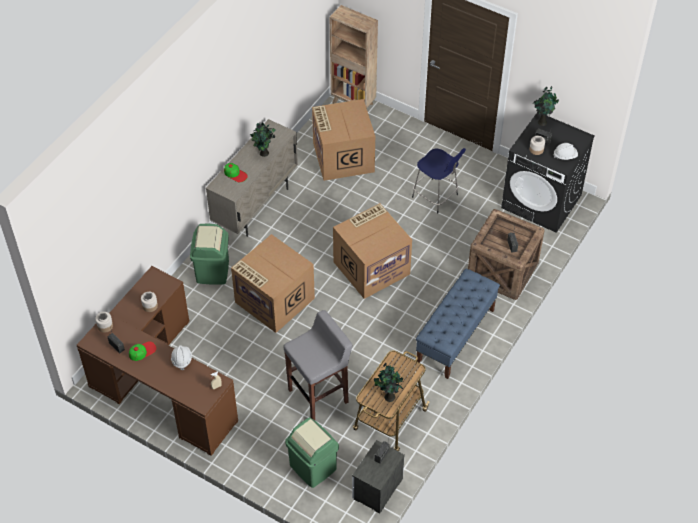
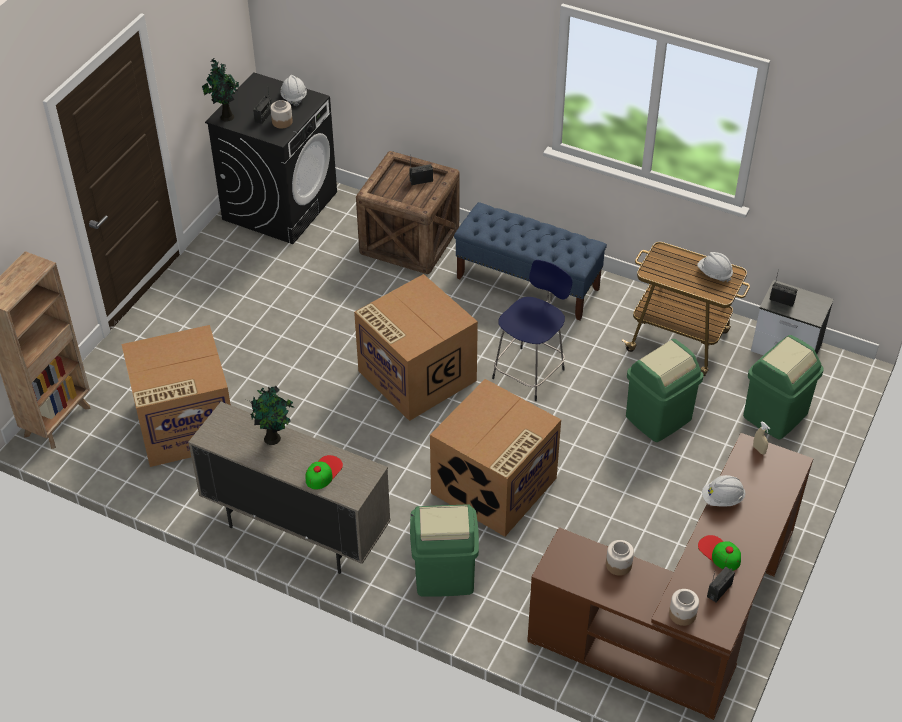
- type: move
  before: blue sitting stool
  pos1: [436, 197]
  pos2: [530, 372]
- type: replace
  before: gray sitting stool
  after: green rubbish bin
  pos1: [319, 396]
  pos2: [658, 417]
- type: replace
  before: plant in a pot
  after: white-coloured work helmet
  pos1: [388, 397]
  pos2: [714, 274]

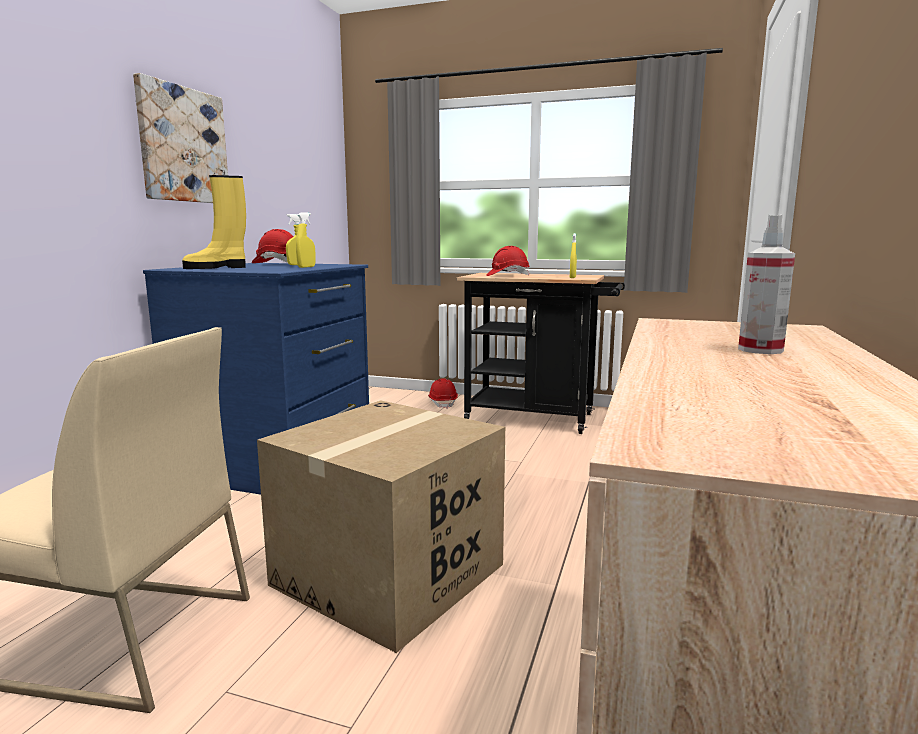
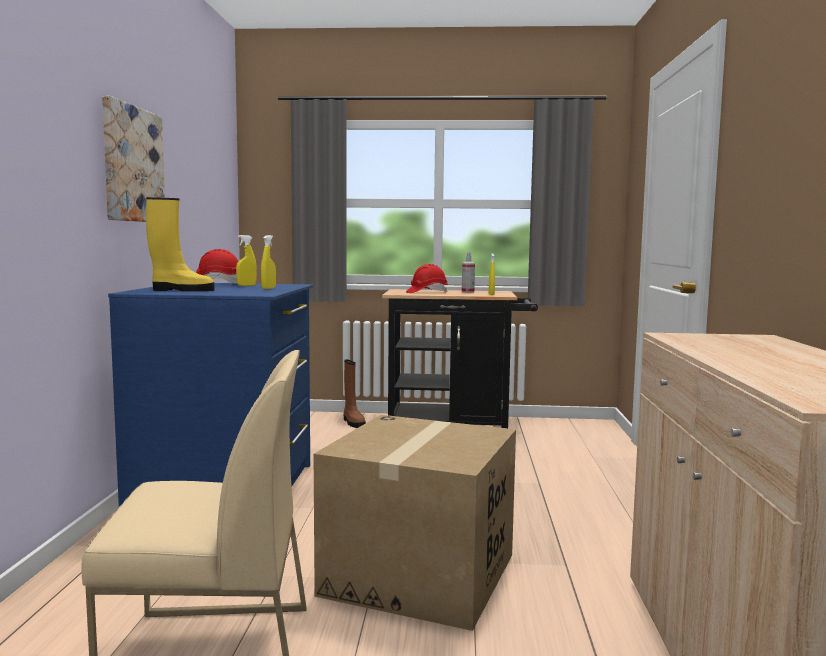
- type: rotate
  before: yellow boot
  pos1: [217, 268]
  pos2: [181, 290]
  turn: -135
- type: replace
  before: reddish work helmet
  after: brown boot
  pos1: [443, 403]
  pos2: [353, 422]
- type: move
  before: hand sprayer
  pos1: [760, 350]
  pos2: [467, 292]

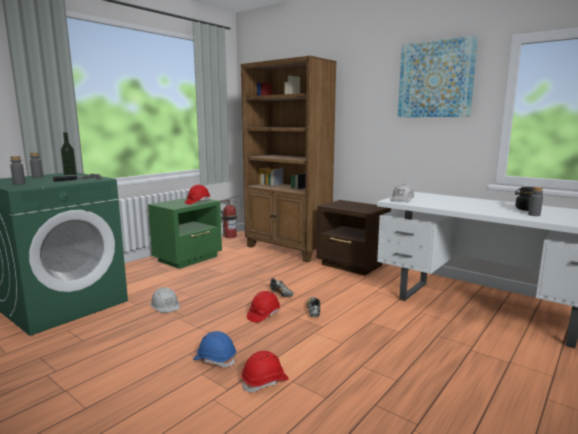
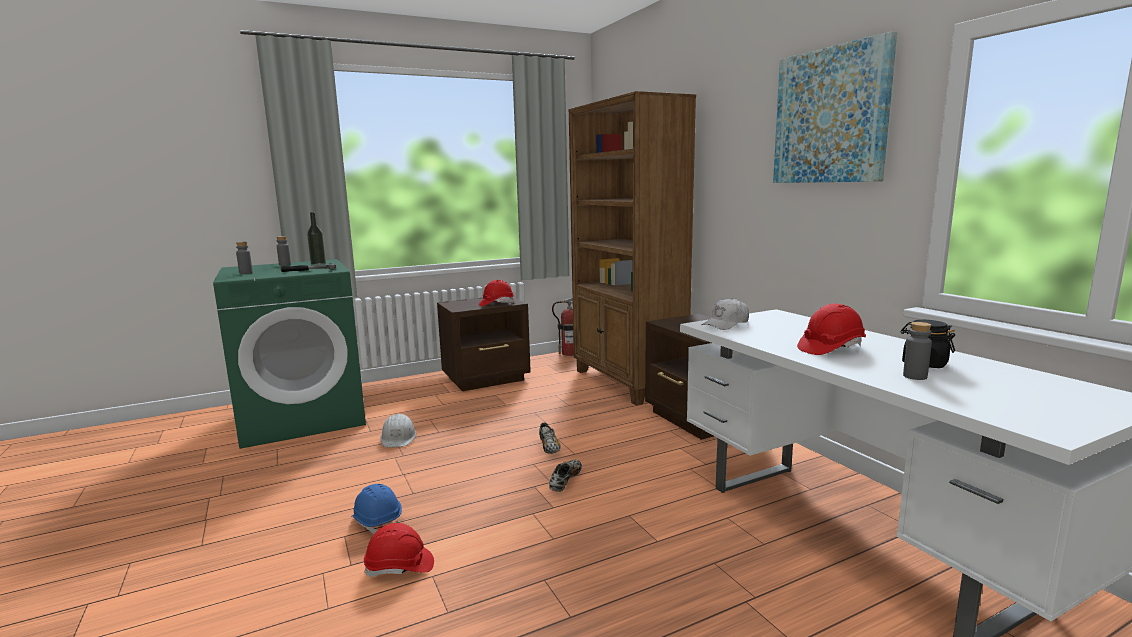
- type: recolor
  before: green night table
  after: brown night table
  pos1: [189, 259]
  pos2: [487, 379]
- type: move
  before: reddish work helmet
  pos1: [263, 315]
  pos2: [830, 348]

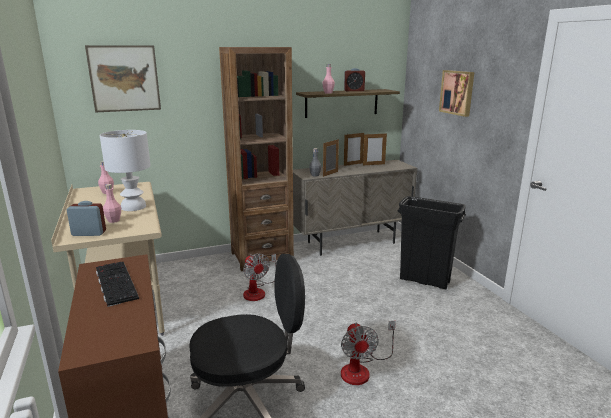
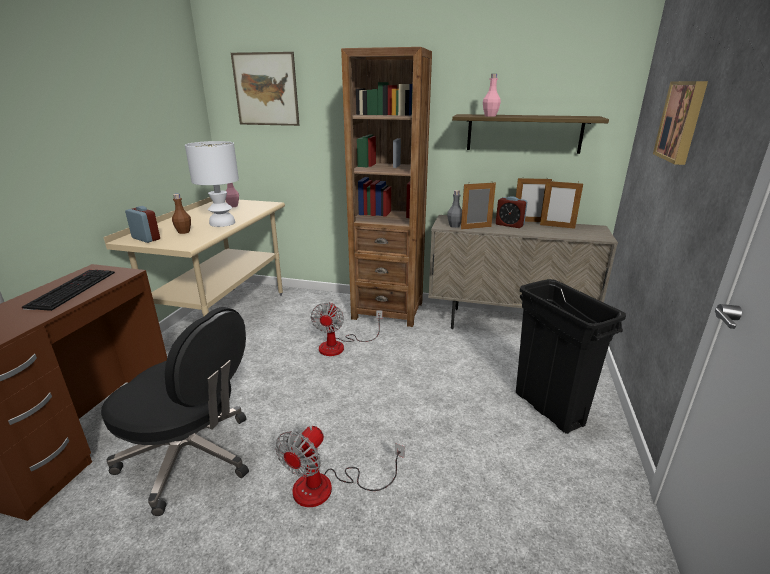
- type: recolor
  before: pink bottle
  after: brown bottle
  pos1: [113, 220]
  pos2: [183, 232]
- type: move
  before: alarm clock
  pos1: [354, 91]
  pos2: [509, 225]

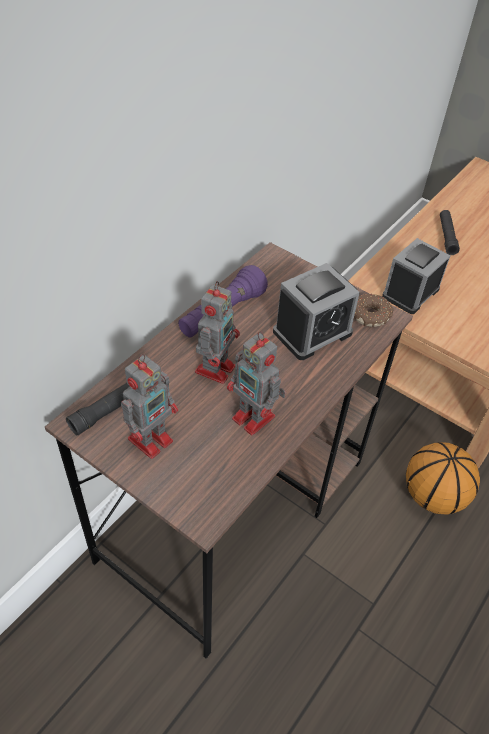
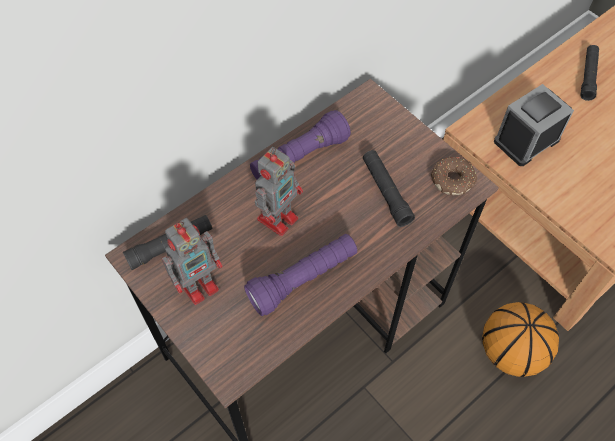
- type: replace
  before: robot figure
  after: purple-coloured flashlight
  pos1: [255, 419]
  pos2: [303, 279]
- type: replace
  before: alarm clock
  after: black-coloured flashlight
  pos1: [312, 332]
  pos2: [386, 192]

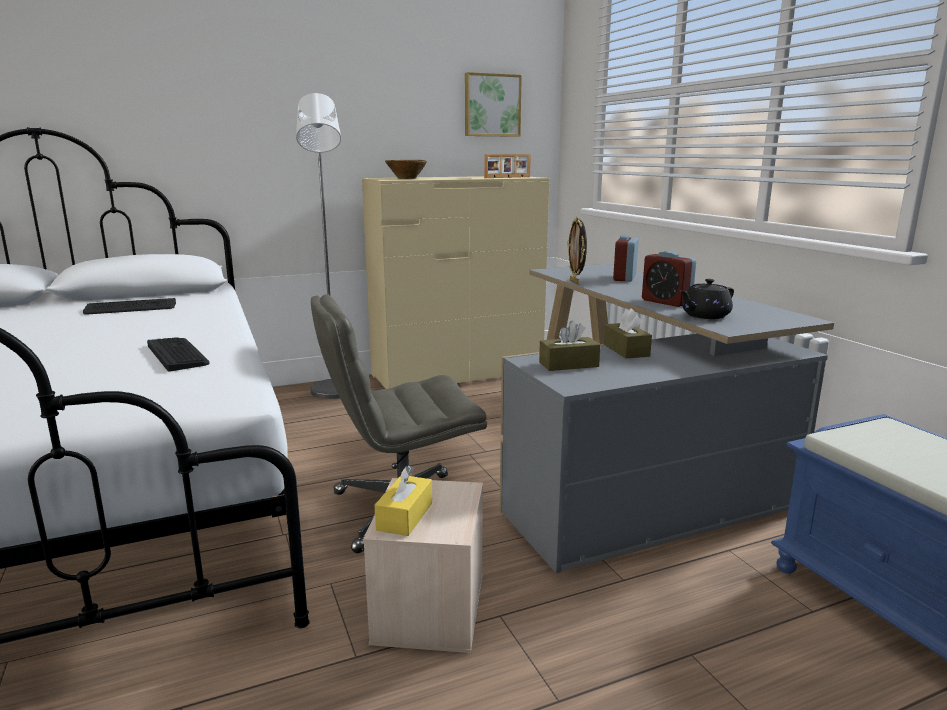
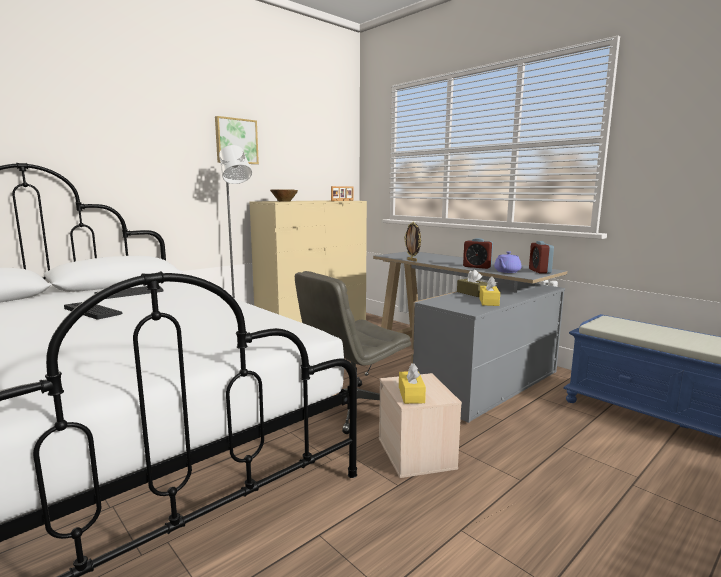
- type: move
  before: computer keyboard
  pos1: [177, 354]
  pos2: [93, 311]
- type: move
  before: wall art
  pos1: [491, 105]
  pos2: [236, 141]
- type: insert
  after: yellow tissue box
  pos2: [489, 302]
- type: recolor
  before: black-coloured teapot
  after: purple-coloured teapot
  pos1: [704, 316]
  pos2: [506, 271]
- type: move
  before: alarm clock
  pos1: [624, 278]
  pos2: [539, 271]
- type: delete
  before: brown tissue box
  pos1: [568, 364]

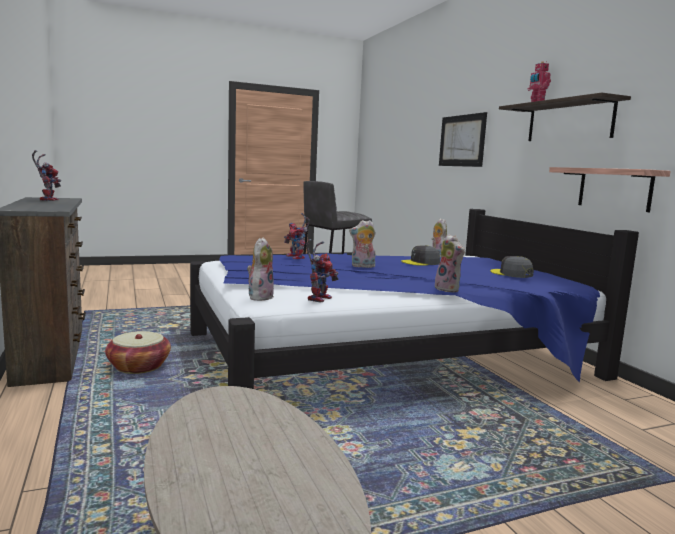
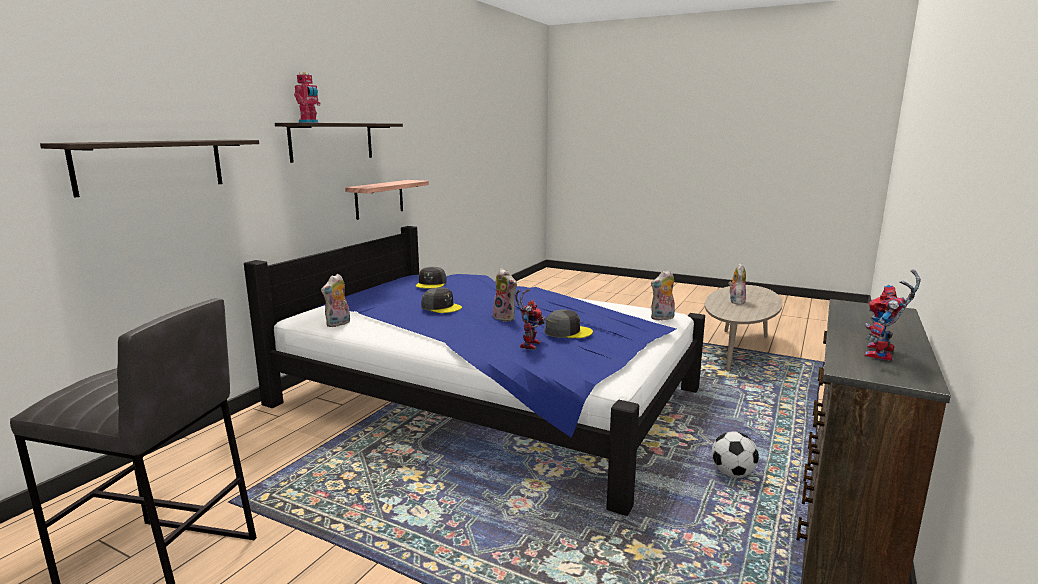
- type: replace
  before: wall art
  after: wall shelf
  pos1: [461, 140]
  pos2: [151, 165]
- type: insert
  after: gray cap
  pos2: [567, 331]
- type: replace
  before: storage basket
  after: football ball
  pos1: [139, 366]
  pos2: [732, 473]
- type: move
  before: plush toy
  pos1: [449, 289]
  pos2: [736, 301]
- type: delete
  before: robot figure
  pos1: [318, 298]

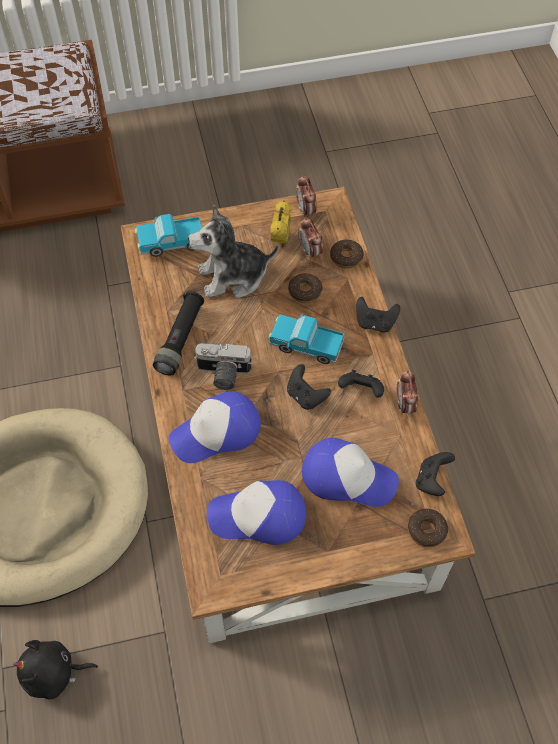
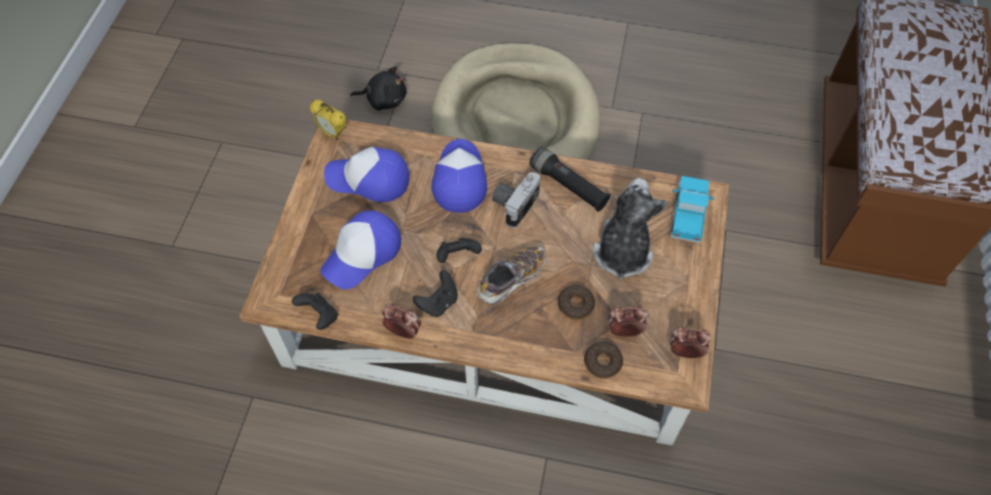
- type: move
  before: alarm clock
  pos1: [281, 239]
  pos2: [332, 133]
- type: rotate
  before: cap
  pos1: [258, 517]
  pos2: [369, 180]
  turn: -105
- type: rotate
  before: black-coloured plush toy
  pos1: [53, 674]
  pos2: [384, 99]
  turn: 75
- type: replace
  before: toy truck
  after: shoe
  pos1: [306, 345]
  pos2: [511, 279]
- type: delete
  before: black-coloured joypad
  pos1: [375, 323]
- type: delete
  before: donut
  pos1: [426, 530]

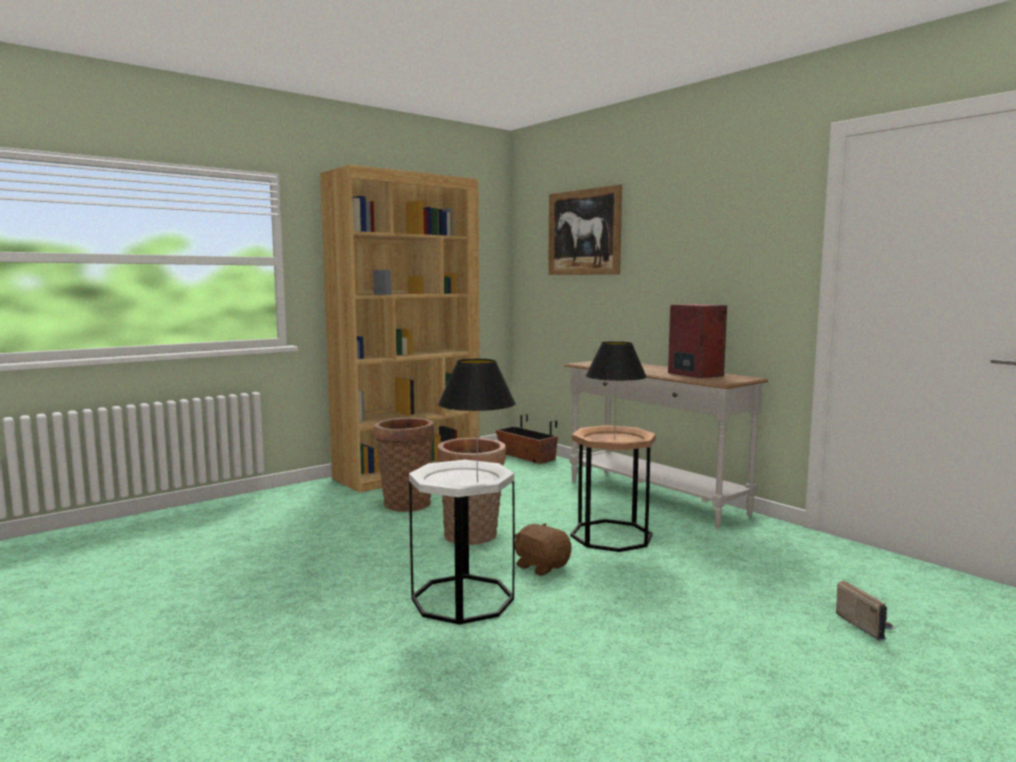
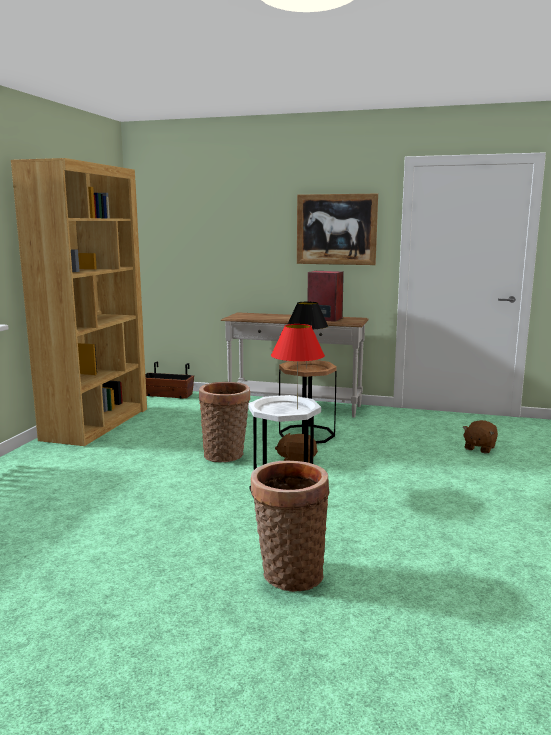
- type: move
  before: storage basket
  pos1: [405, 503]
  pos2: [288, 573]
- type: recolor
  before: black-coloured table lamp
  after: reddish table lamp
  pos1: [477, 482]
  pos2: [297, 409]
- type: move
  before: wall art
  pos1: [584, 232]
  pos2: [336, 229]
- type: replace
  before: radio set
  after: brown plush toy
  pos1: [865, 625]
  pos2: [479, 448]

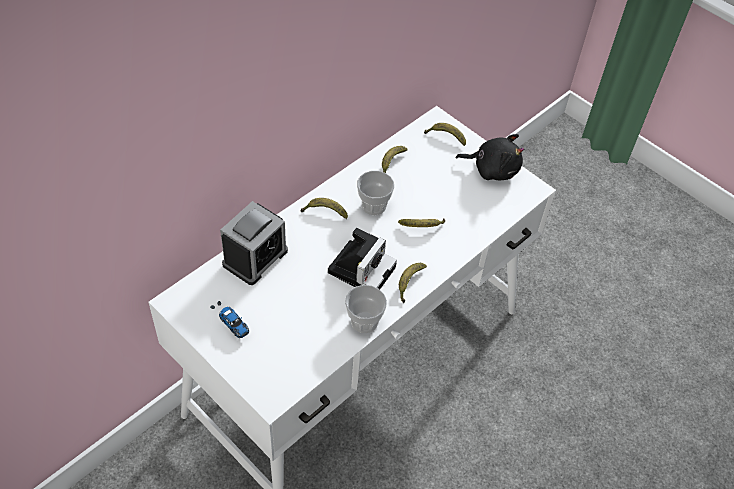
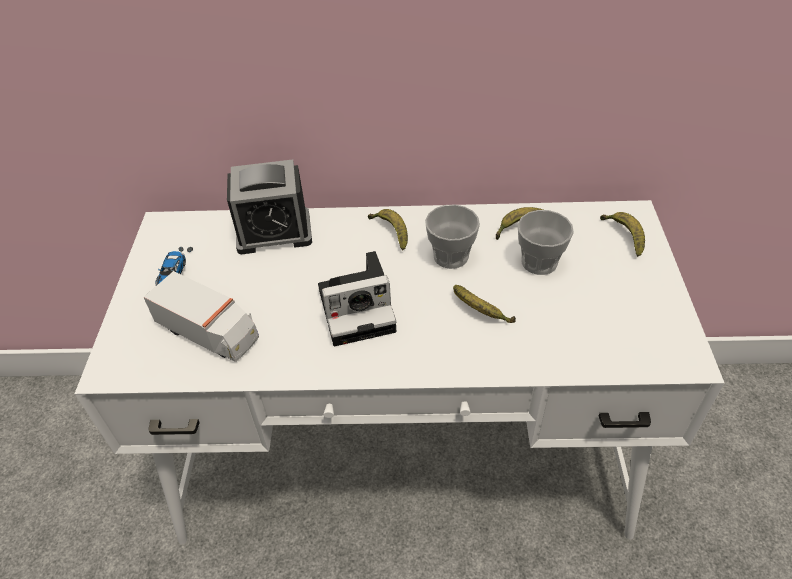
- type: insert
  after: toy truck
  pos2: [209, 332]
- type: move
  before: cup
  pos1: [364, 321]
  pos2: [539, 262]
- type: delete
  before: banana
  pos1: [409, 283]
- type: delete
  before: black-coloured plush toy
  pos1: [492, 169]

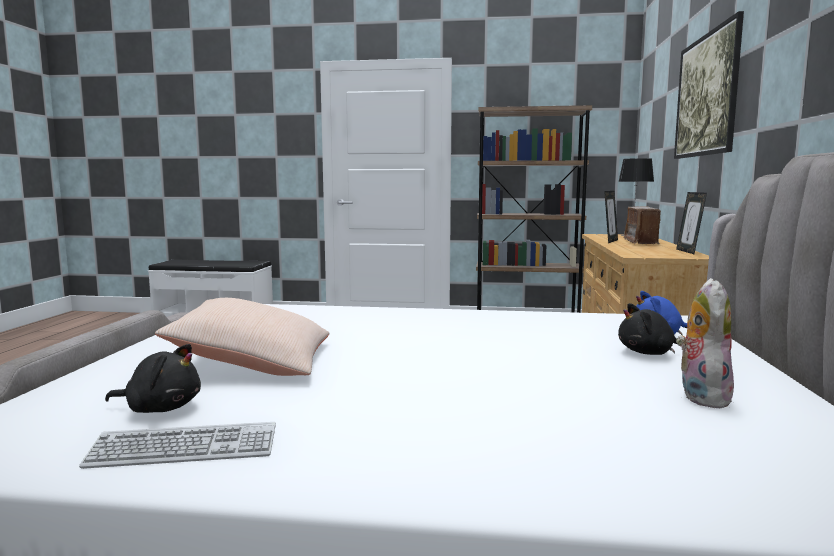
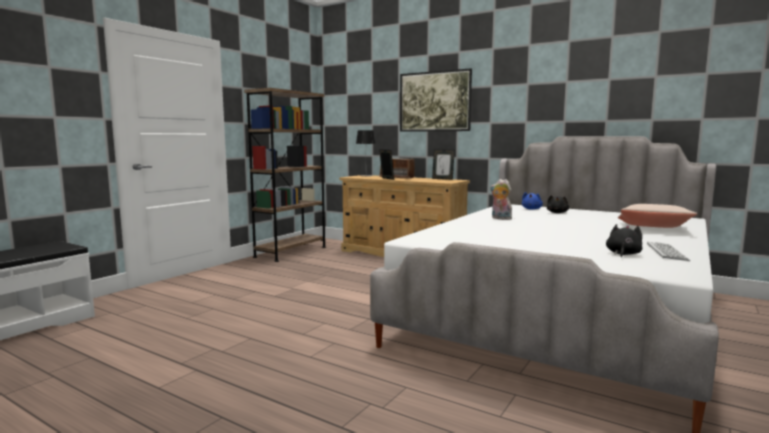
- type: move
  before: plush toy
  pos1: [700, 396]
  pos2: [500, 218]
- type: move
  before: sand-coloured pillow
  pos1: [254, 362]
  pos2: [653, 228]

